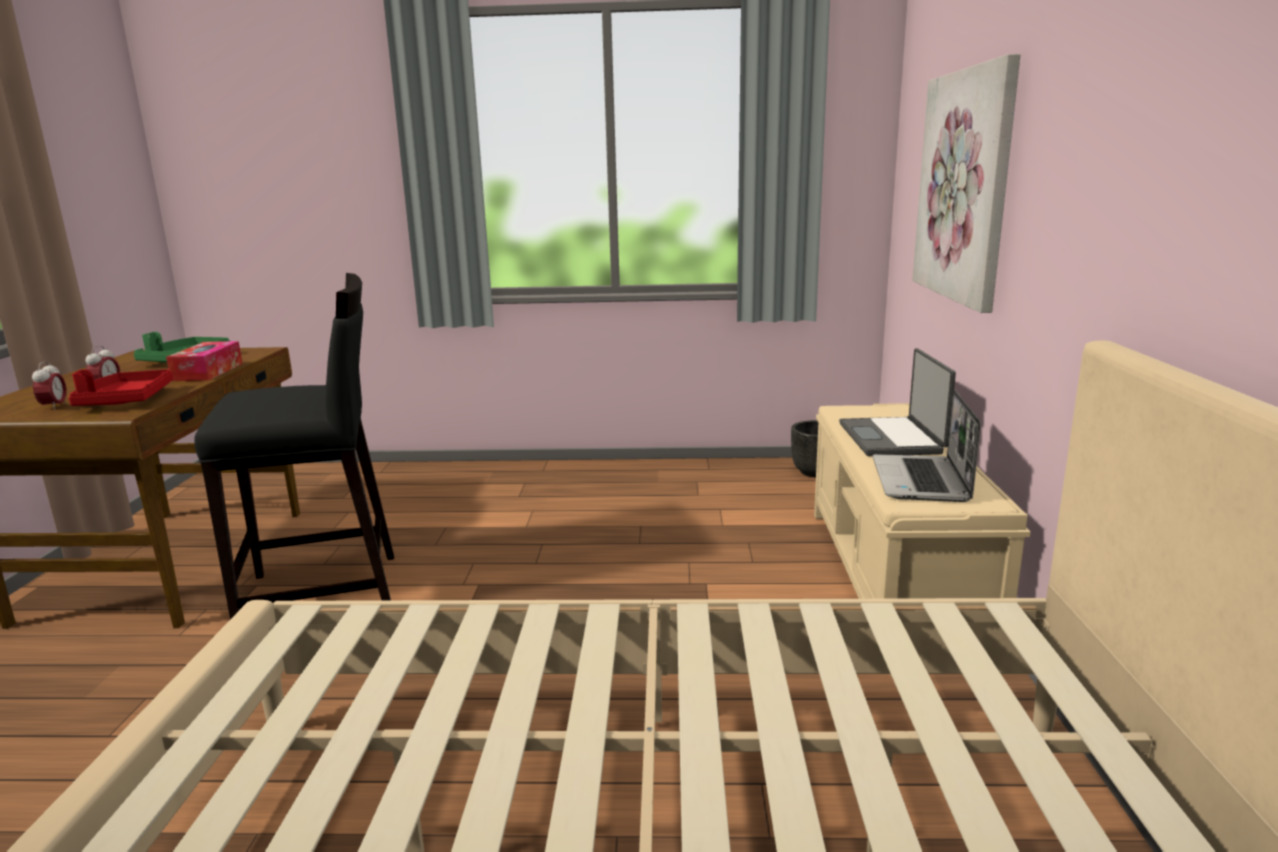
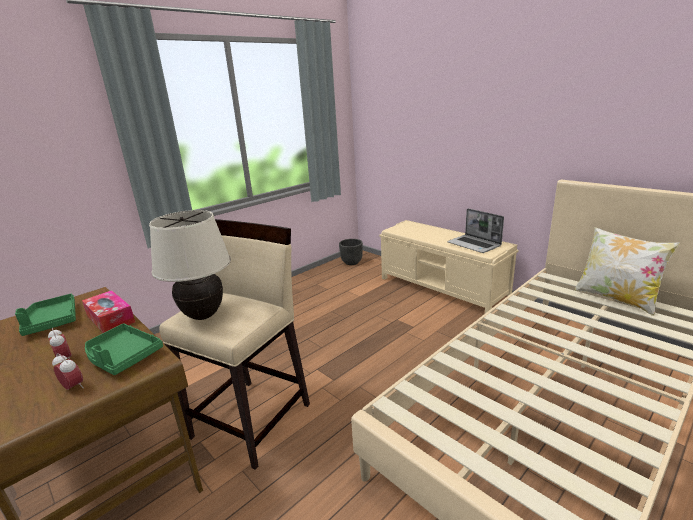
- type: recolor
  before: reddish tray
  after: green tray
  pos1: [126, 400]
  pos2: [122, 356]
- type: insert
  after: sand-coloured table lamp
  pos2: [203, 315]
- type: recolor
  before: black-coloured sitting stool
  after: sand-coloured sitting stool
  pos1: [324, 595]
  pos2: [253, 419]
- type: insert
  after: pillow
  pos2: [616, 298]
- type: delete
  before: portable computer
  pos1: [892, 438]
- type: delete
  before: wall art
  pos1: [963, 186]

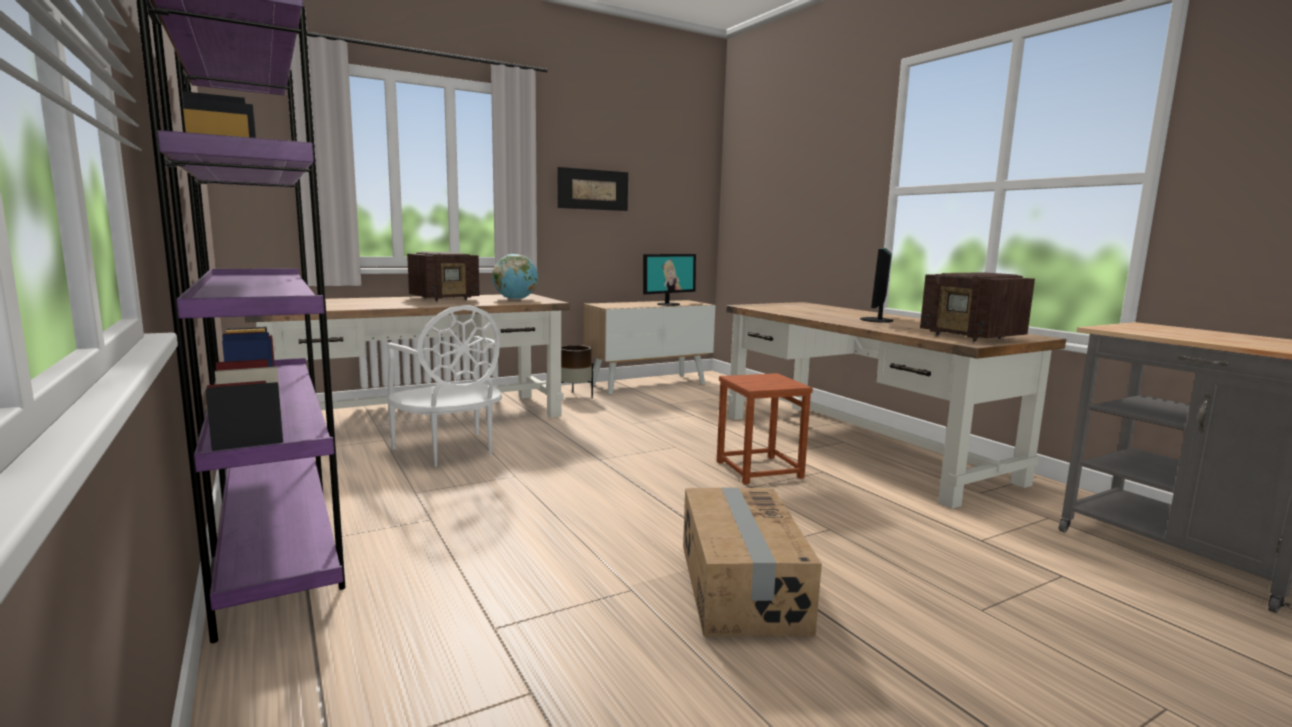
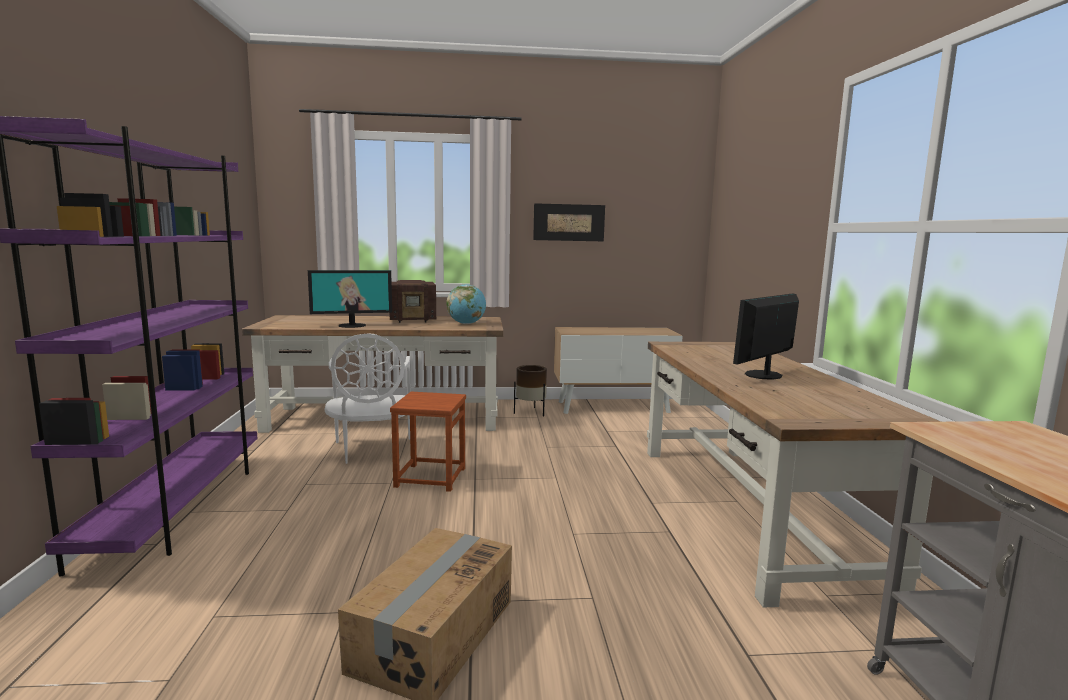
- type: move
  before: monitor
  pos1: [668, 304]
  pos2: [352, 325]
- type: move
  before: brown sitting stool
  pos1: [758, 469]
  pos2: [430, 477]
- type: delete
  before: radio set
  pos1: [973, 337]

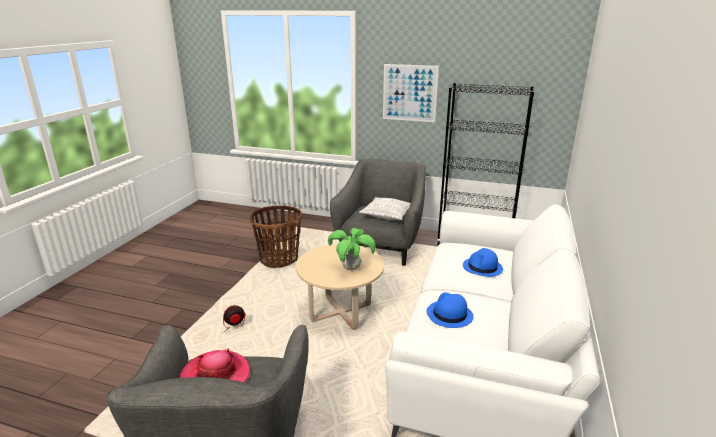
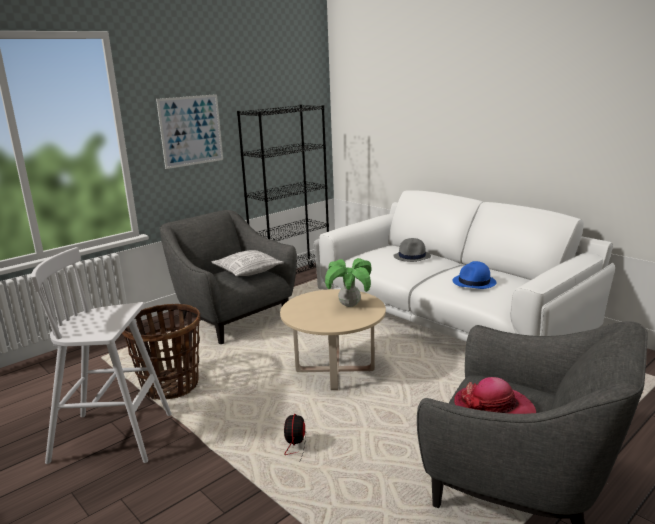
- type: insert
  after: white-coloured sitting stool
  pos2: [115, 437]
- type: recolor
  before: blue clothing hat
  after: gray clothing hat
  pos1: [482, 268]
  pos2: [412, 256]

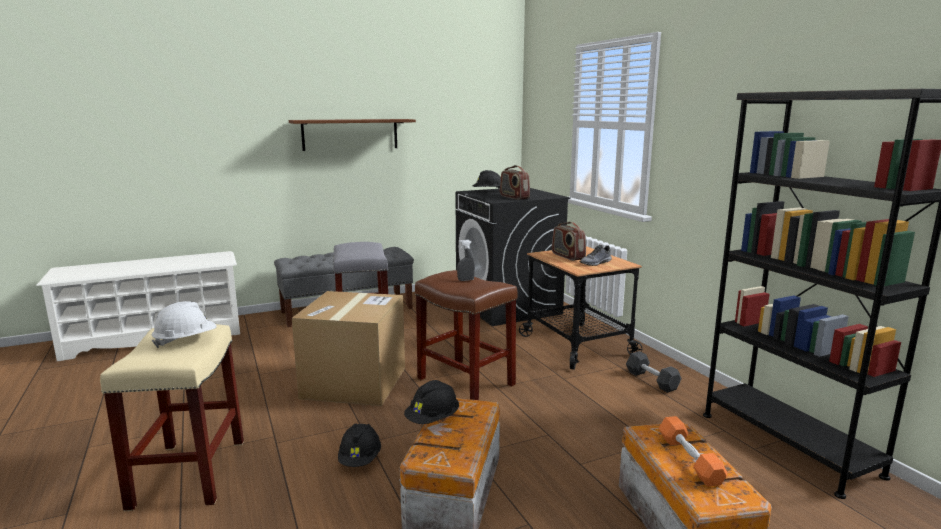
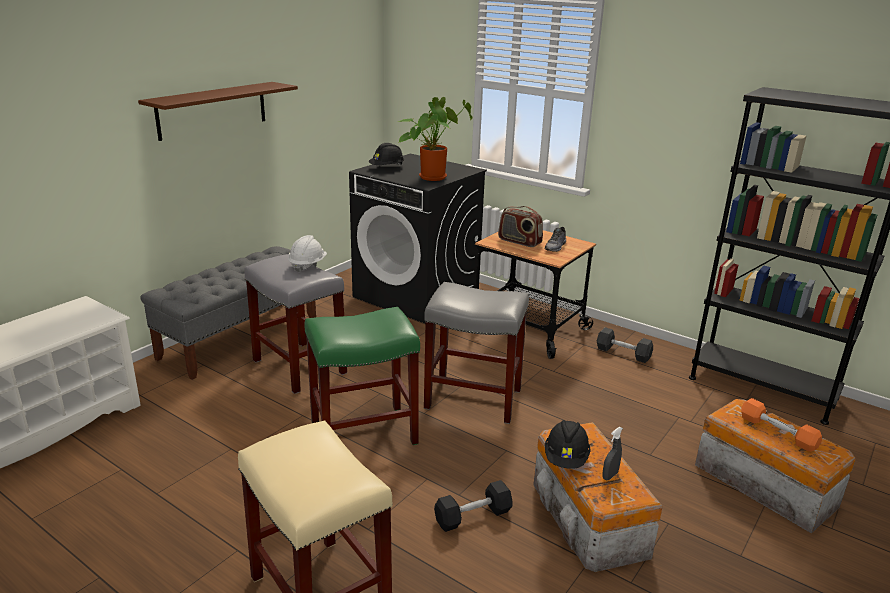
- type: move
  before: white-coloured work helmet
  pos1: [186, 340]
  pos2: [307, 265]
- type: replace
  before: packing box
  after: green sitting stool
  pos1: [354, 382]
  pos2: [364, 432]
- type: replace
  before: radio set
  after: plant in a pot
  pos1: [514, 197]
  pos2: [433, 176]
- type: recolor
  before: brown sitting stool
  after: gray sitting stool
  pos1: [467, 382]
  pos2: [474, 398]
- type: replace
  before: black-coloured work helmet
  after: black-coloured dumbbell
  pos1: [360, 459]
  pos2: [473, 516]
- type: move
  before: gray hand sprayer
  pos1: [466, 280]
  pos2: [610, 475]

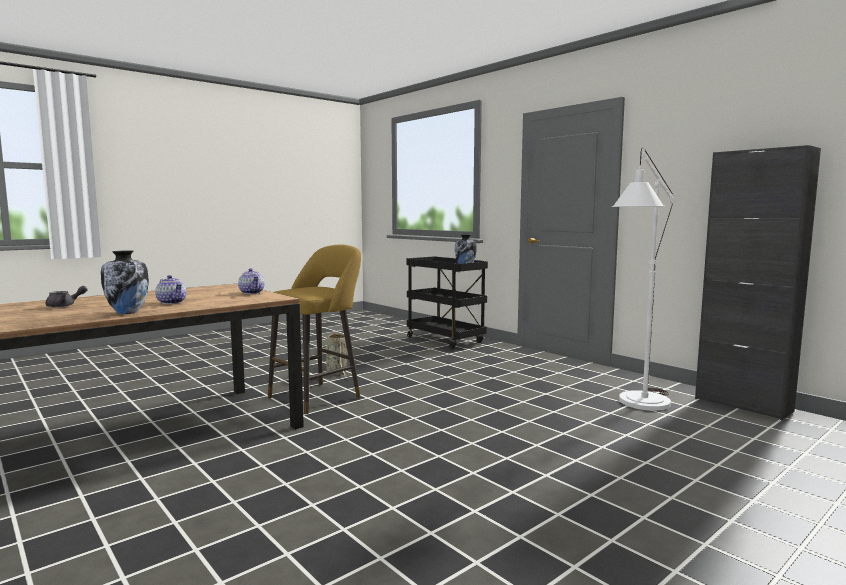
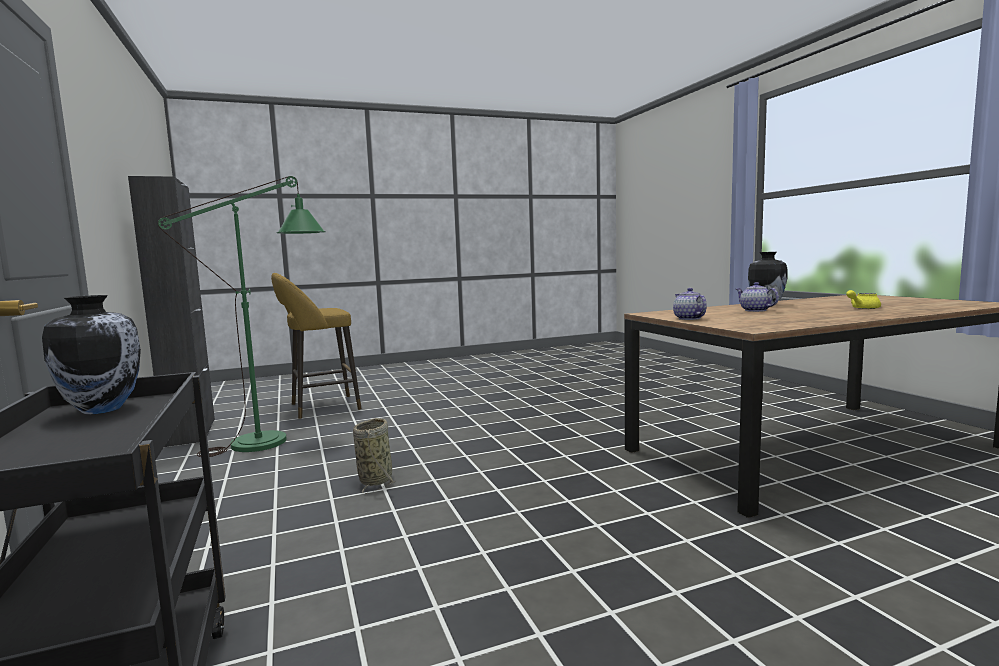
- type: recolor
  before: white-coloured standing lamp
  after: green standing lamp
  pos1: [639, 406]
  pos2: [275, 439]
- type: move
  before: yellow sitting stool
  pos1: [318, 396]
  pos2: [320, 407]
- type: move
  before: storage basket
  pos1: [337, 373]
  pos2: [376, 479]
- type: recolor
  before: gray teapot
  after: yellow teapot
  pos1: [65, 306]
  pos2: [862, 308]

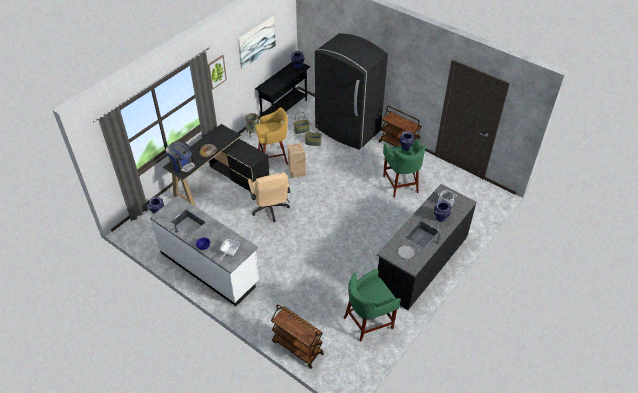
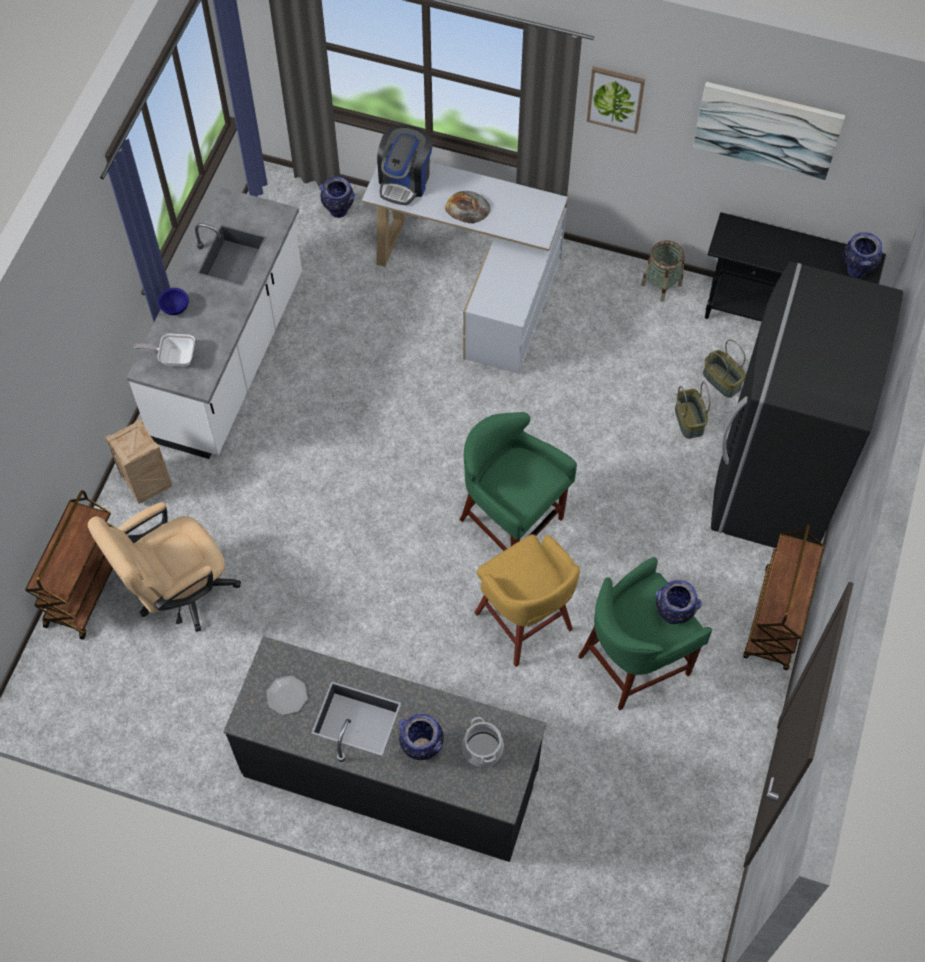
- type: move
  before: sand-coloured office chair
  pos1: [270, 210]
  pos2: [177, 592]
- type: move
  before: packing crate
  pos1: [297, 172]
  pos2: [148, 484]
- type: recolor
  before: black-coloured desk unit
  after: white-coloured desk unit
  pos1: [220, 181]
  pos2: [476, 281]
- type: move
  before: green sitting stool
  pos1: [368, 322]
  pos2: [510, 522]
- type: move
  before: yellow sitting stool
  pos1: [273, 158]
  pos2: [525, 624]

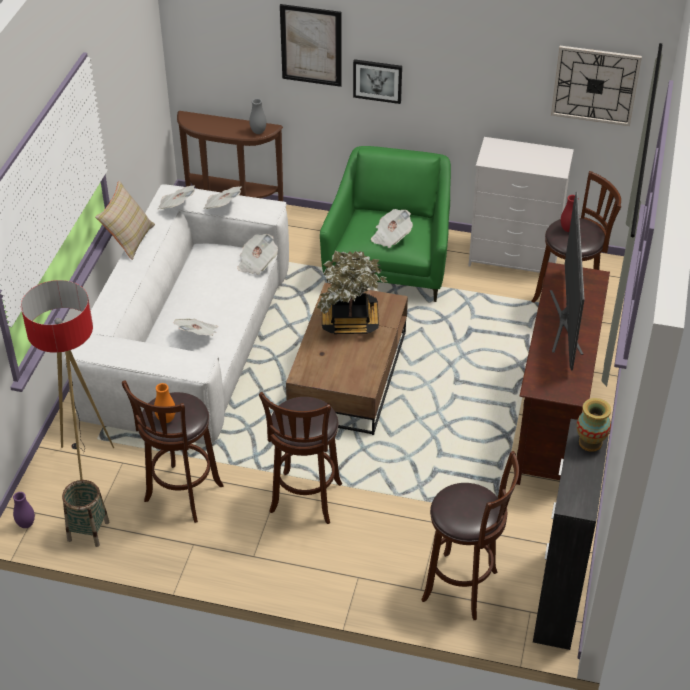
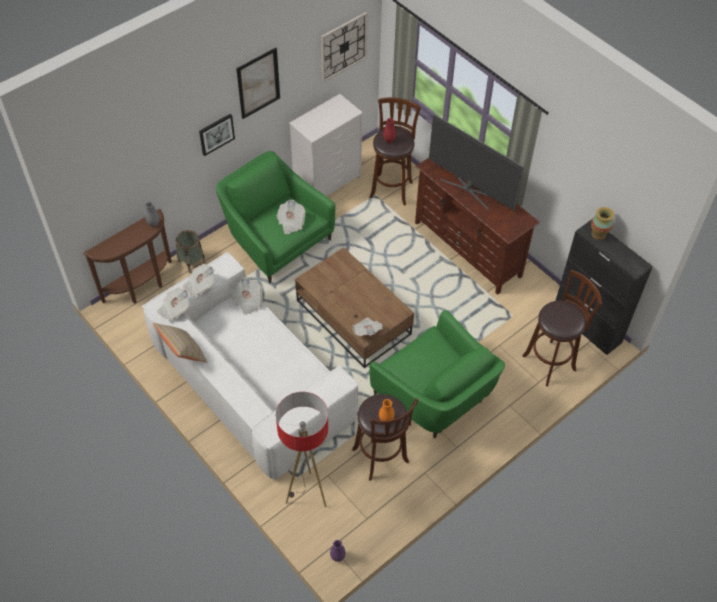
- type: move
  before: storage basket
  pos1: [88, 531]
  pos2: [191, 261]
- type: move
  before: wall art
  pos1: [311, 45]
  pos2: [258, 83]
- type: move
  before: printed paper
  pos1: [198, 335]
  pos2: [367, 331]
- type: replace
  before: brown sitting stool
  after: green lounge chair
  pos1: [305, 501]
  pos2: [434, 397]
- type: delete
  before: plant in a pot
  pos1: [350, 321]

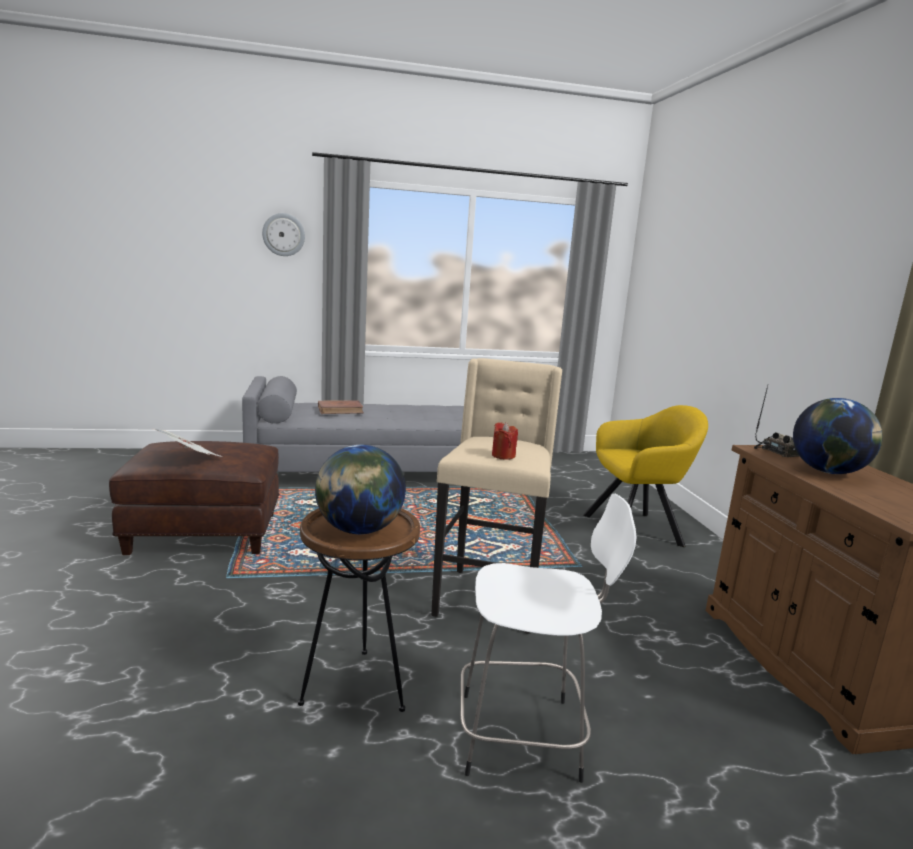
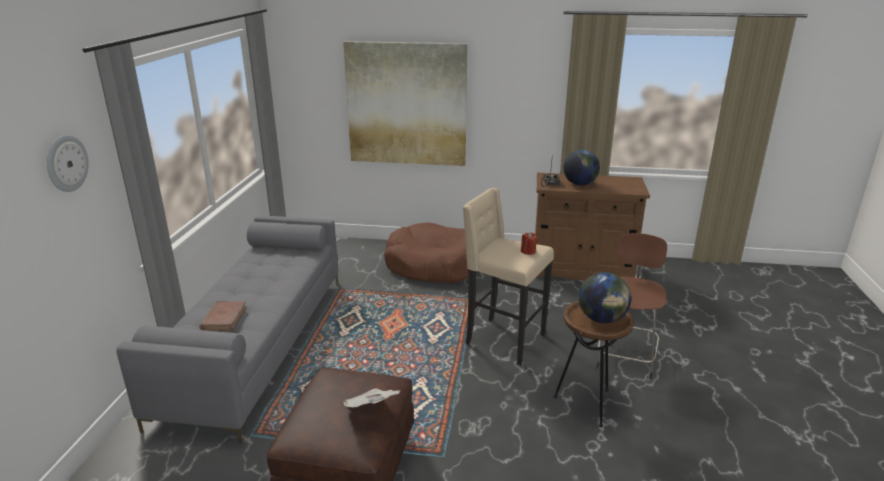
- type: insert
  after: wall art
  pos2: [406, 104]
- type: replace
  before: yellow lounge chair
  after: brown pet bed
  pos1: [638, 530]
  pos2: [433, 265]
- type: recolor
  before: white-coloured sitting stool
  after: brown sitting stool
  pos1: [524, 736]
  pos2: [626, 357]

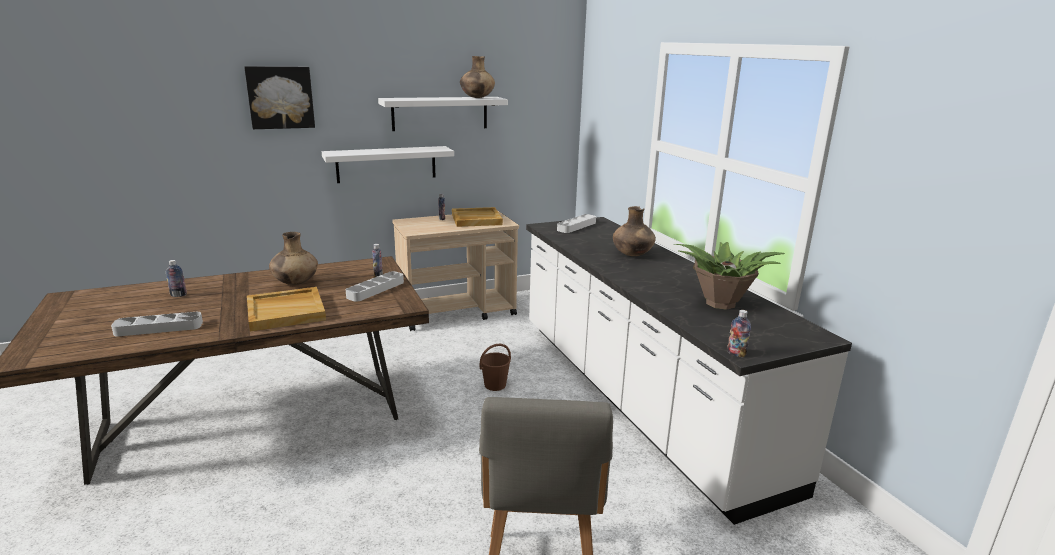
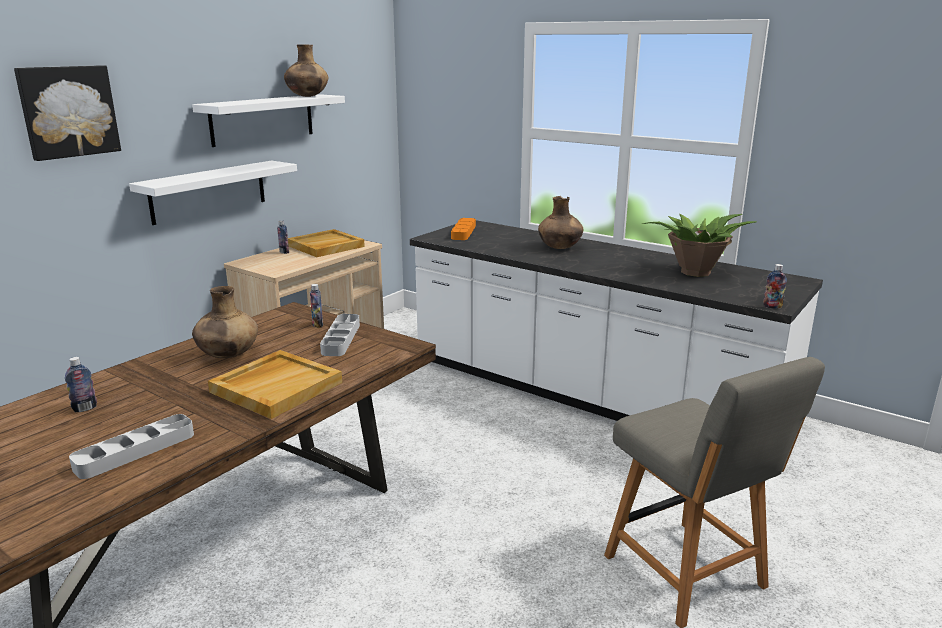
- type: recolor
  before: gray tray
  after: orange tray
  pos1: [576, 226]
  pos2: [463, 232]
- type: delete
  before: brown water bucket
  pos1: [494, 385]

